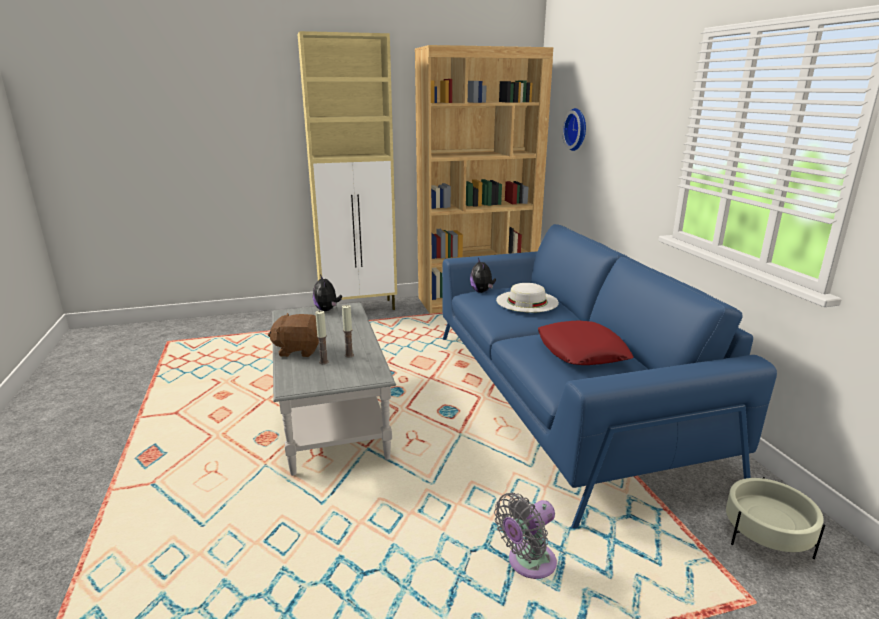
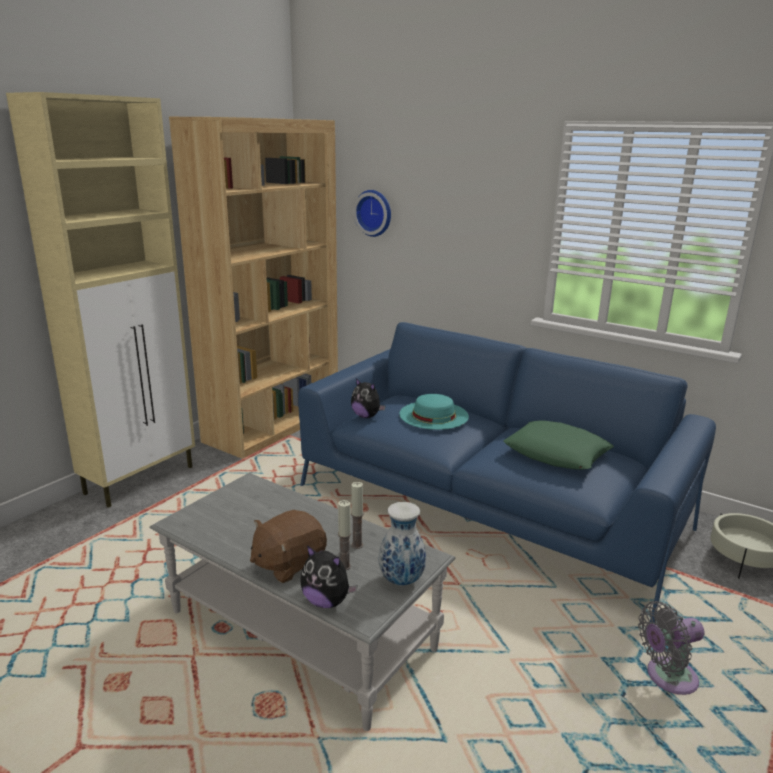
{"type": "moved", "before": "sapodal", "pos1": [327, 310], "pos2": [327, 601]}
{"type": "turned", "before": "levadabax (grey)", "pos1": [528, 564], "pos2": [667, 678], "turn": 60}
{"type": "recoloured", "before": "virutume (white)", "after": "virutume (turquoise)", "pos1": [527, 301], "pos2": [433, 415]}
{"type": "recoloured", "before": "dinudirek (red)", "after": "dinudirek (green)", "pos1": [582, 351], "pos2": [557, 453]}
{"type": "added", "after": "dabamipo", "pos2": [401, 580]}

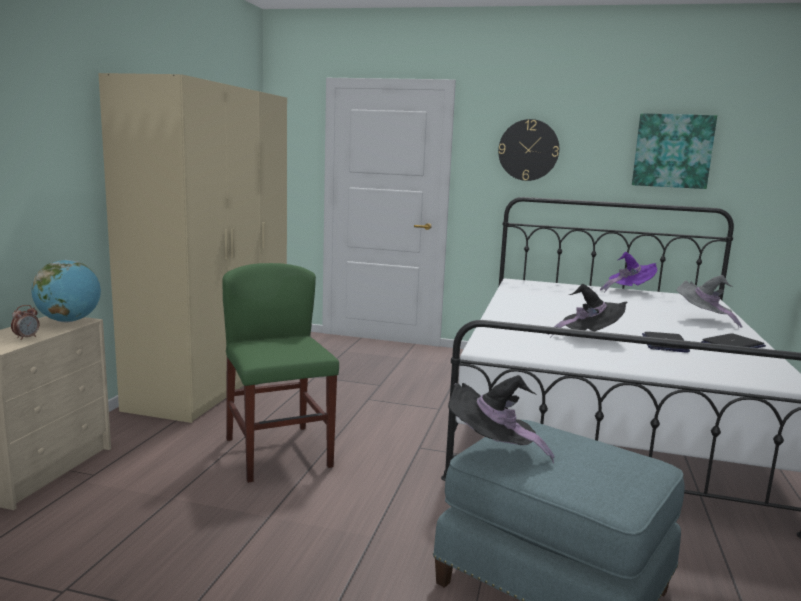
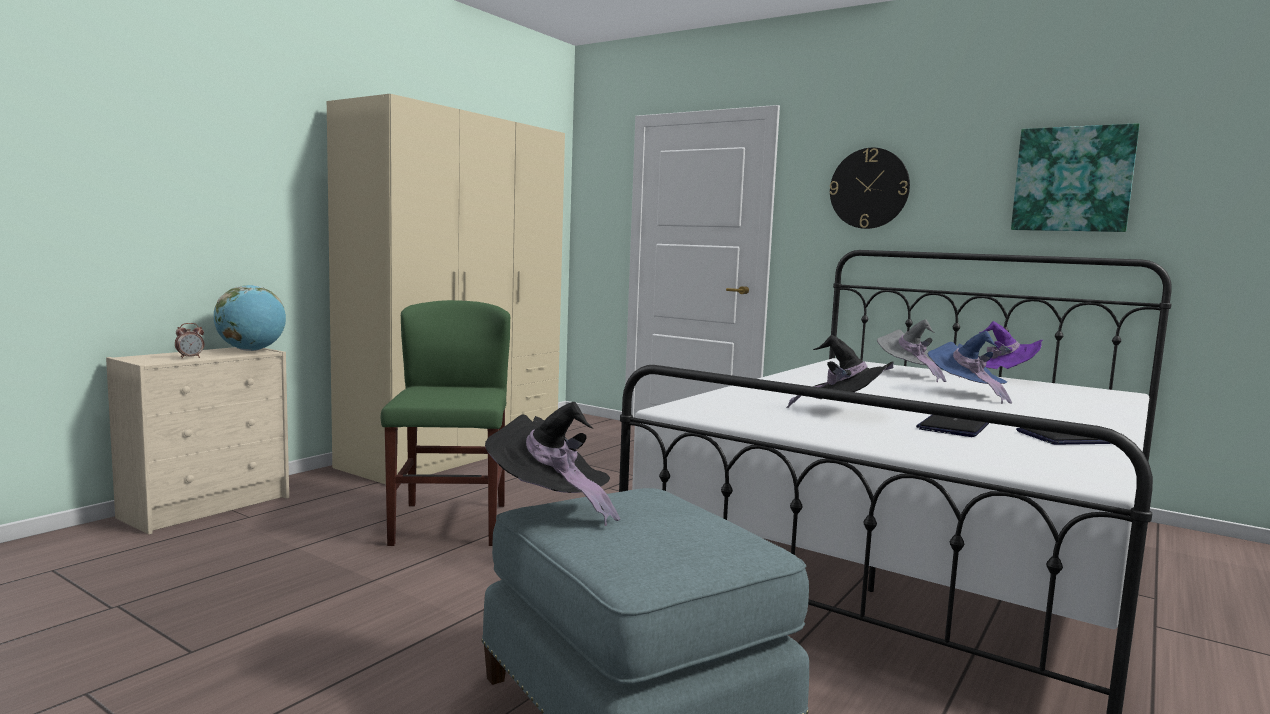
{"type": "moved", "before": "virutume (grey)", "pos1": [703, 320], "pos2": [910, 374]}
{"type": "added", "after": "virutume (blue)", "pos2": [966, 394]}

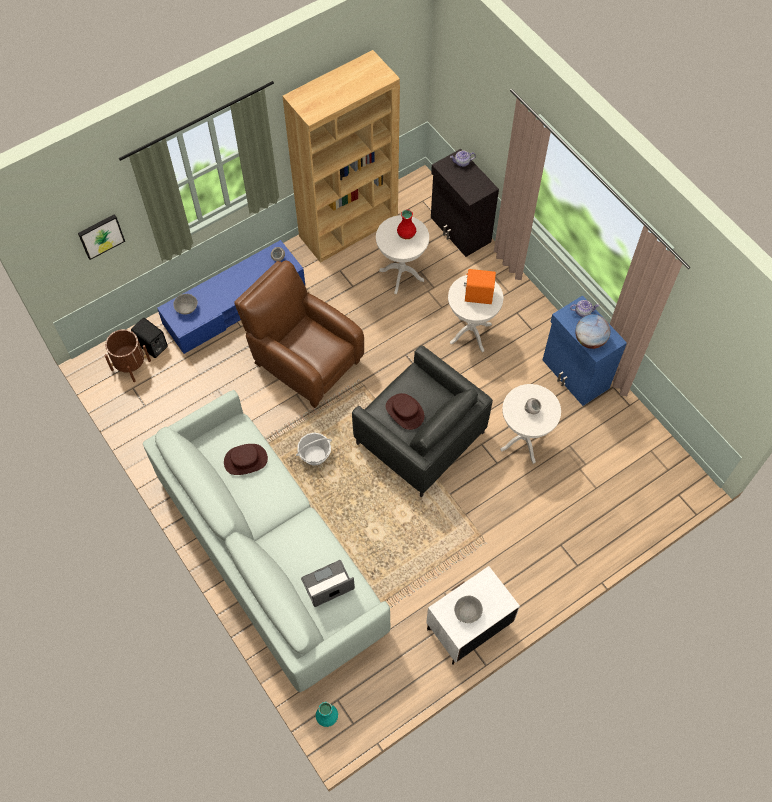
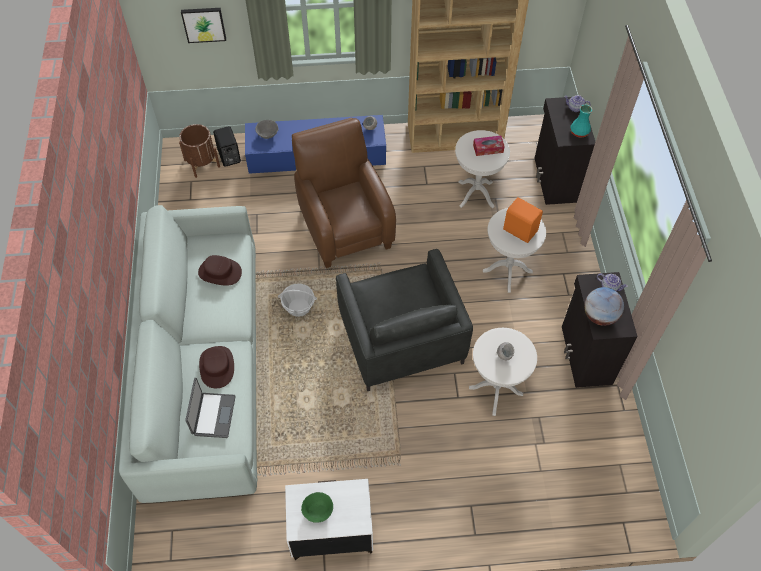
{"type": "turned", "before": "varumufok", "pos1": [328, 585], "pos2": [213, 415], "turn": 90}
{"type": "moved", "before": "dabamipo (turquoise)", "pos1": [327, 716], "pos2": [580, 132]}
{"type": "moved", "before": "virutume (brown)", "pos1": [405, 412], "pos2": [217, 367]}
{"type": "replaced", "before": "dabamipo (red)", "after": "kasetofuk", "pos1": [406, 233], "pos2": [488, 148]}
{"type": "recoloured", "before": "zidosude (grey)", "after": "zidosude (green)", "pos1": [467, 612], "pos2": [318, 510]}
{"type": "recoloured", "before": "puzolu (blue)", "after": "puzolu (black)", "pos1": [575, 375], "pos2": [585, 355]}

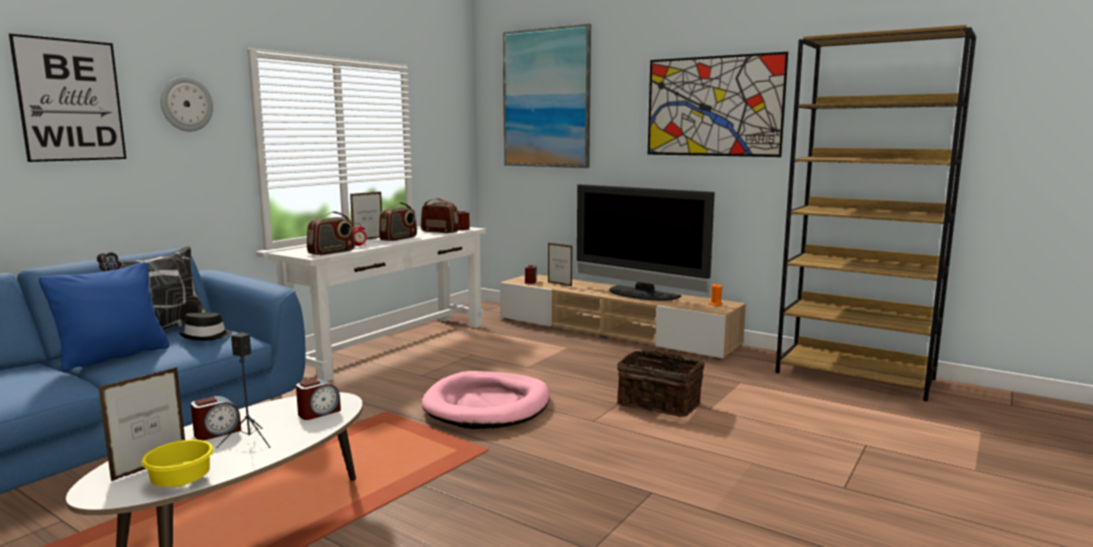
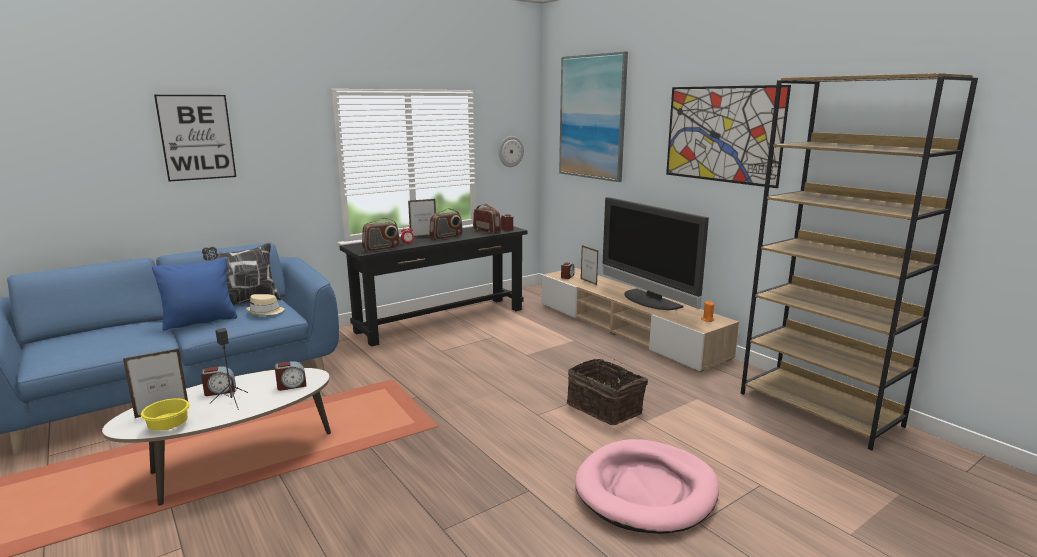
{"type": "moved", "before": "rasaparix", "pos1": [186, 104], "pos2": [510, 151]}
{"type": "recoloured", "before": "virutume (black)", "after": "virutume (beige)", "pos1": [206, 336], "pos2": [265, 312]}
{"type": "recoloured", "before": "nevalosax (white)", "after": "nevalosax (black)", "pos1": [393, 345], "pos2": [442, 320]}
{"type": "moved", "before": "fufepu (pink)", "pos1": [488, 405], "pos2": [646, 490]}

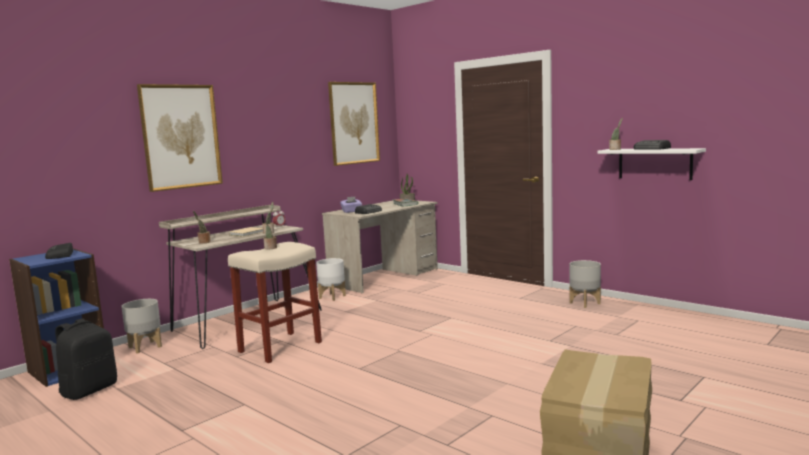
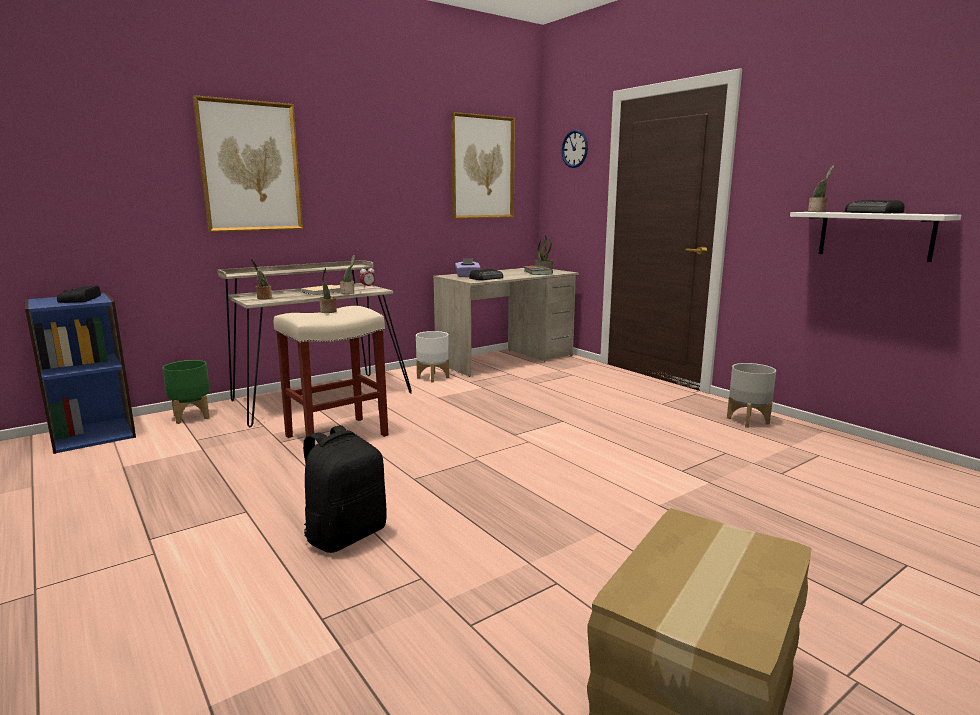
{"type": "moved", "before": "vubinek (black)", "pos1": [89, 390], "pos2": [346, 535]}
{"type": "recoloured", "before": "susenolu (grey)", "after": "susenolu (green)", "pos1": [145, 347], "pos2": [191, 416]}
{"type": "added", "after": "rasaparix", "pos2": [575, 149]}

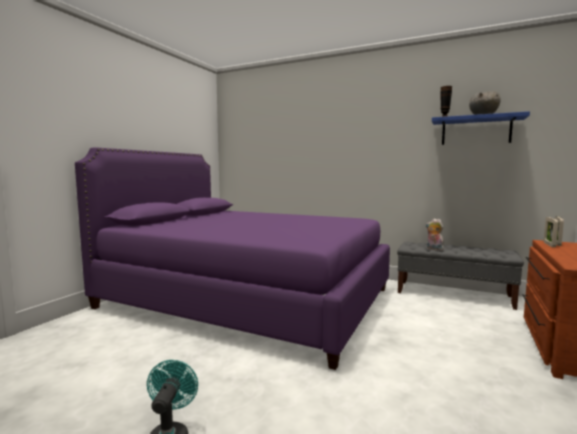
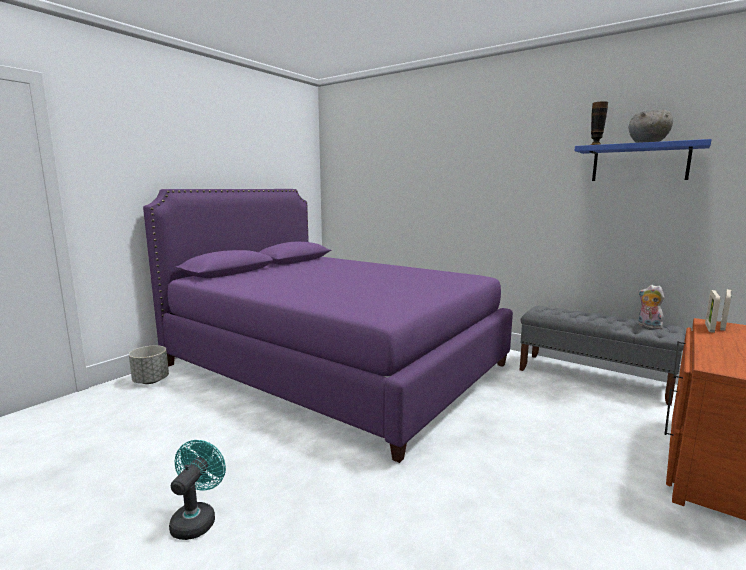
{"type": "moved", "before": "sapodal", "pos1": [433, 249], "pos2": [648, 326]}
{"type": "added", "after": "susenolu (grey)", "pos2": [151, 381]}

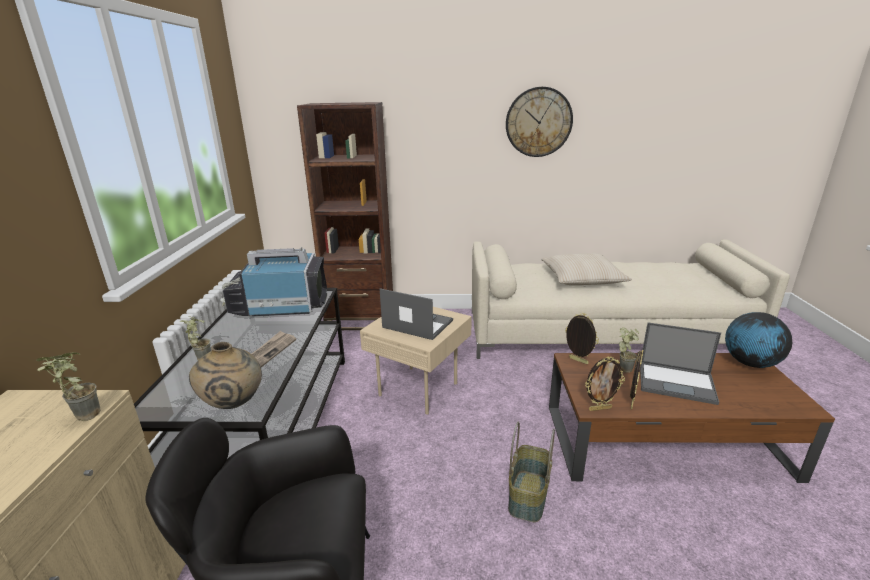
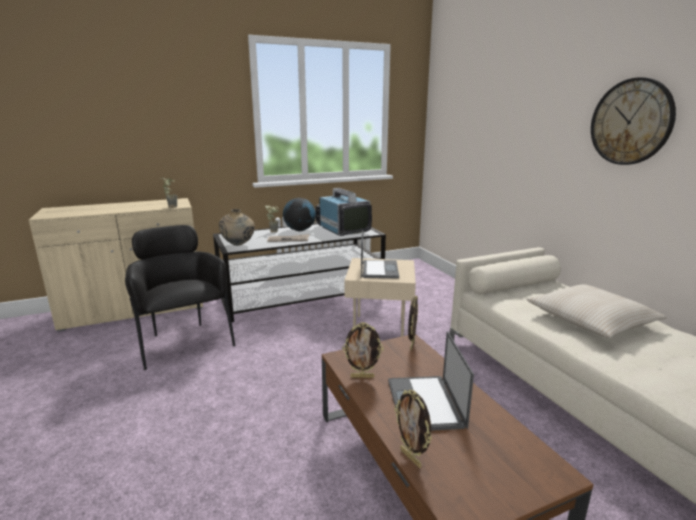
{"type": "removed", "before": "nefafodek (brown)", "pos1": [360, 320]}
{"type": "removed", "before": "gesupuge", "pos1": [529, 496]}
{"type": "moved", "before": "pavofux", "pos1": [600, 408], "pos2": [411, 458]}
{"type": "removed", "before": "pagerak", "pos1": [625, 367]}
{"type": "moved", "before": "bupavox", "pos1": [750, 363], "pos2": [299, 230]}

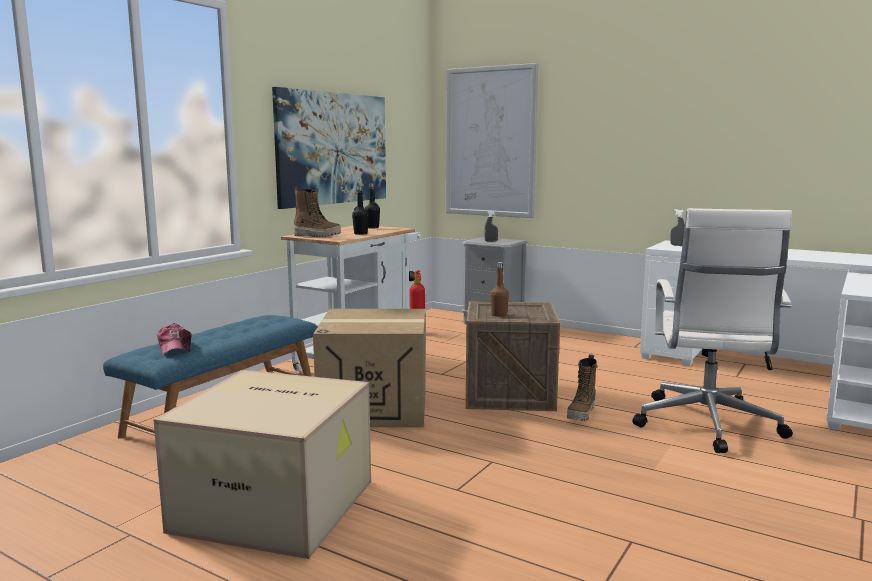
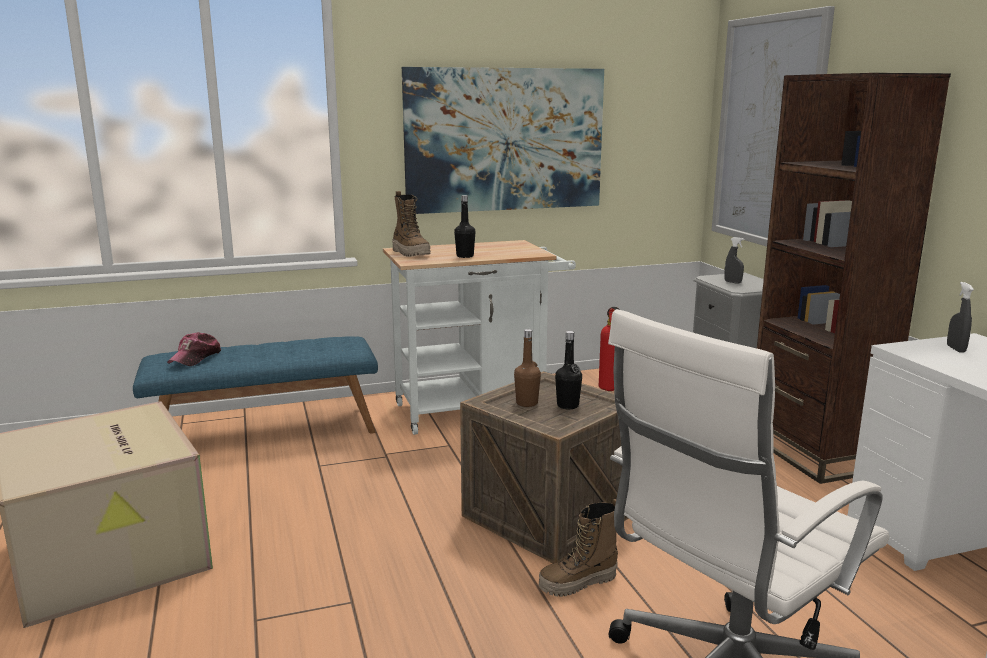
{"type": "removed", "before": "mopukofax", "pos1": [375, 407]}
{"type": "moved", "before": "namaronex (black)", "pos1": [372, 227], "pos2": [567, 405]}
{"type": "added", "after": "nefafodek (brown)", "pos2": [813, 453]}

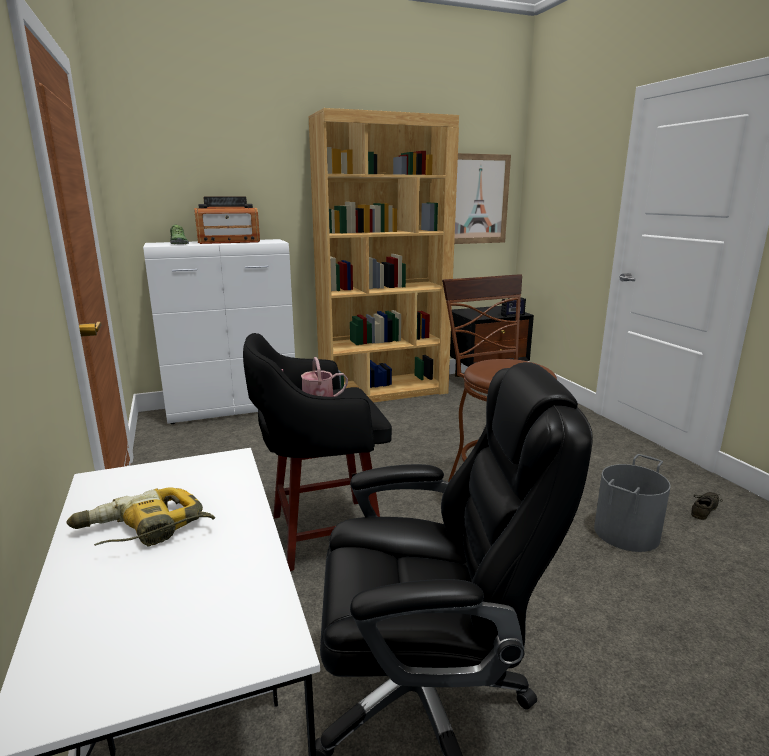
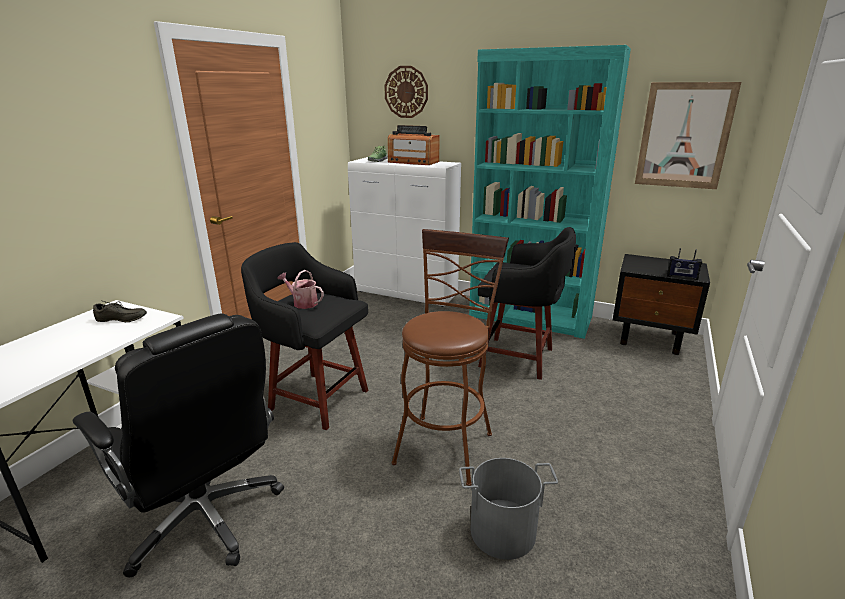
{"type": "removed", "before": "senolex", "pos1": [142, 531]}
{"type": "recoloured", "before": "nefafodek (brown)", "after": "nefafodek (turquoise)", "pos1": [384, 392], "pos2": [530, 317]}
{"type": "moved", "before": "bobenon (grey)", "pos1": [706, 510], "pos2": [121, 320]}
{"type": "added", "after": "rasaparix", "pos2": [406, 92]}
{"type": "added", "after": "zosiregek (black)", "pos2": [519, 358]}

